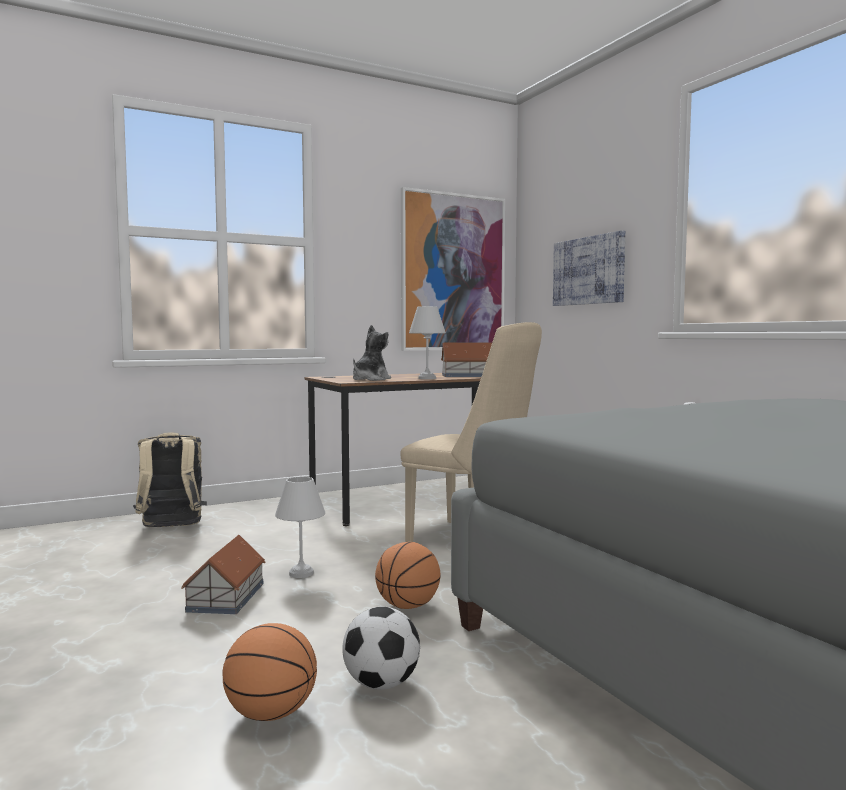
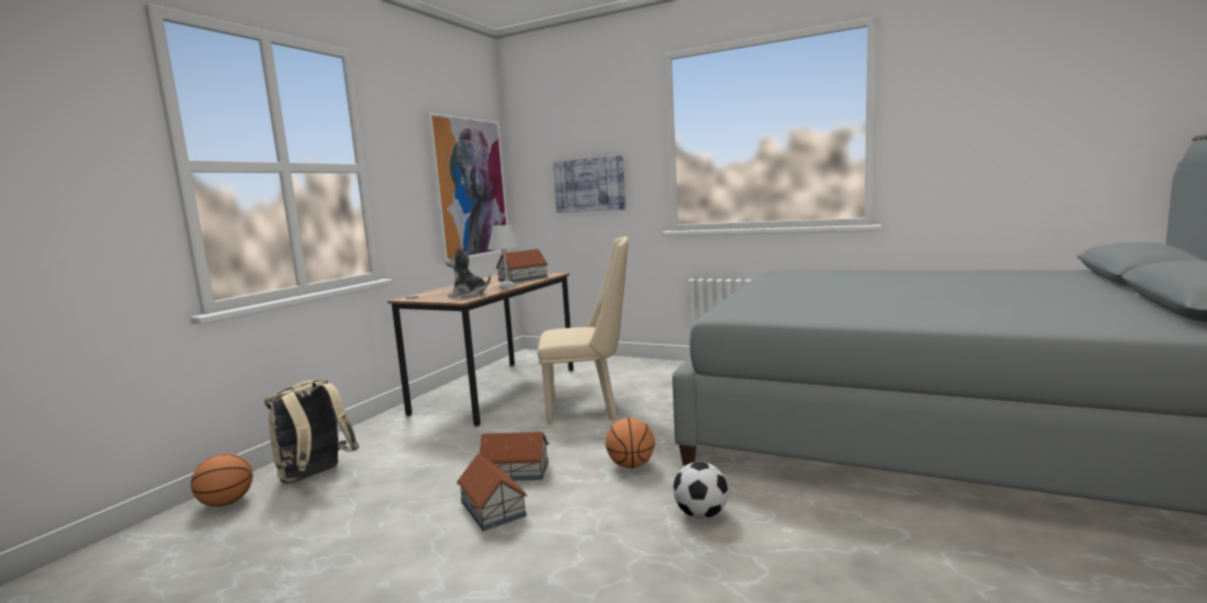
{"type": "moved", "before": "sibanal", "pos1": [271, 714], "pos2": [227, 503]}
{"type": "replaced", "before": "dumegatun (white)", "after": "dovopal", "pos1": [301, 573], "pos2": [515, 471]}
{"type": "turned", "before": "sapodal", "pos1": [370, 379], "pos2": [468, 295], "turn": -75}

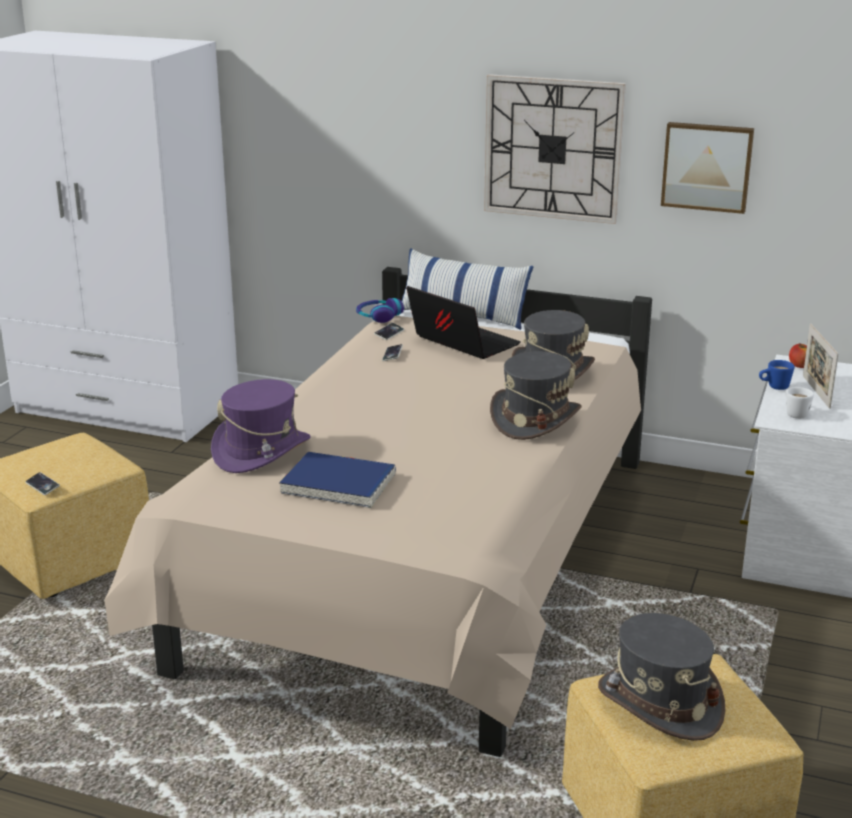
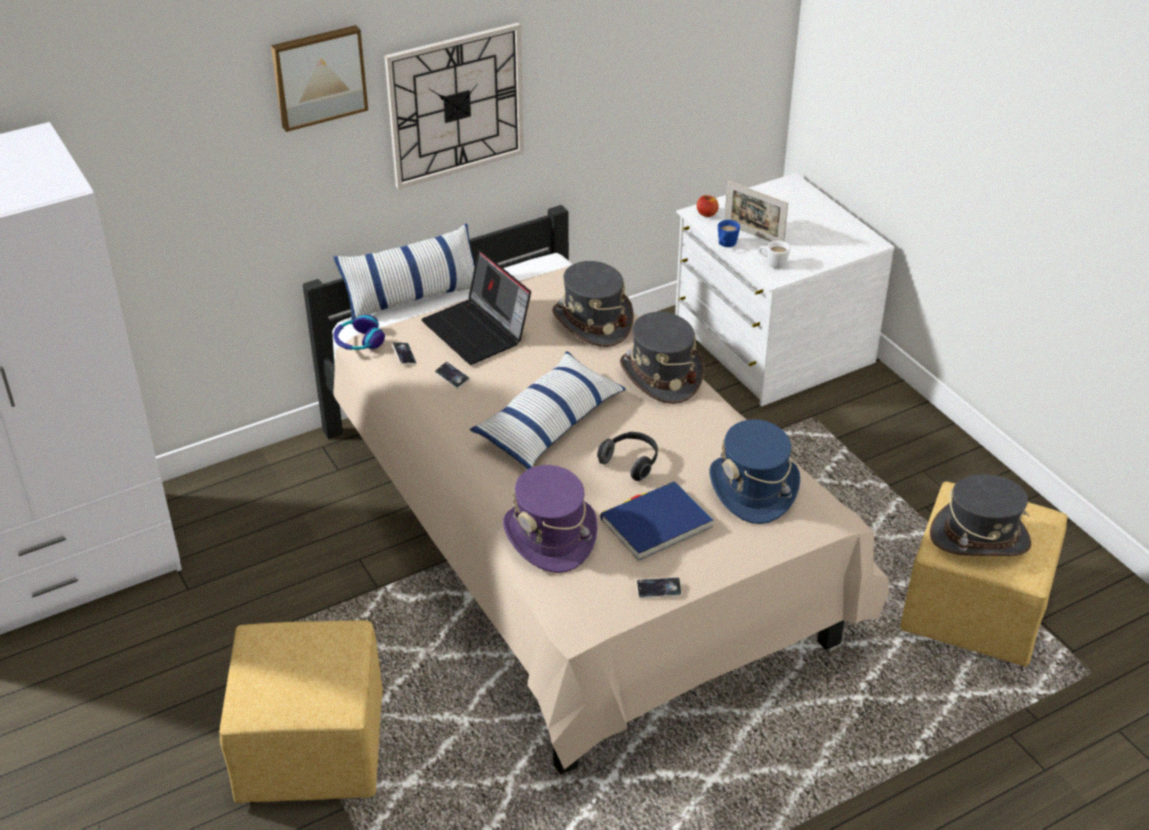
{"type": "moved", "before": "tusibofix", "pos1": [42, 486], "pos2": [658, 590]}
{"type": "turned", "before": "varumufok", "pos1": [461, 343], "pos2": [478, 331], "turn": -120}
{"type": "moved", "before": "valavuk", "pos1": [707, 166], "pos2": [318, 76]}
{"type": "added", "after": "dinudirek", "pos2": [549, 423]}
{"type": "added", "after": "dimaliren", "pos2": [631, 462]}
{"type": "added", "after": "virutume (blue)", "pos2": [753, 489]}

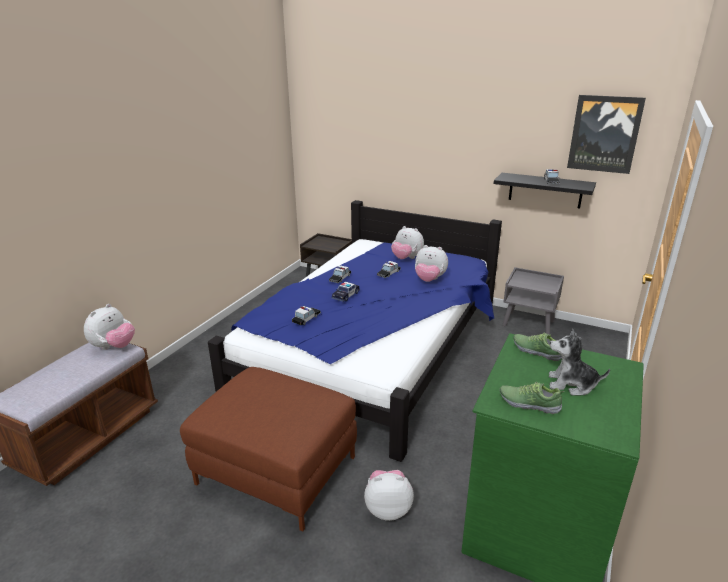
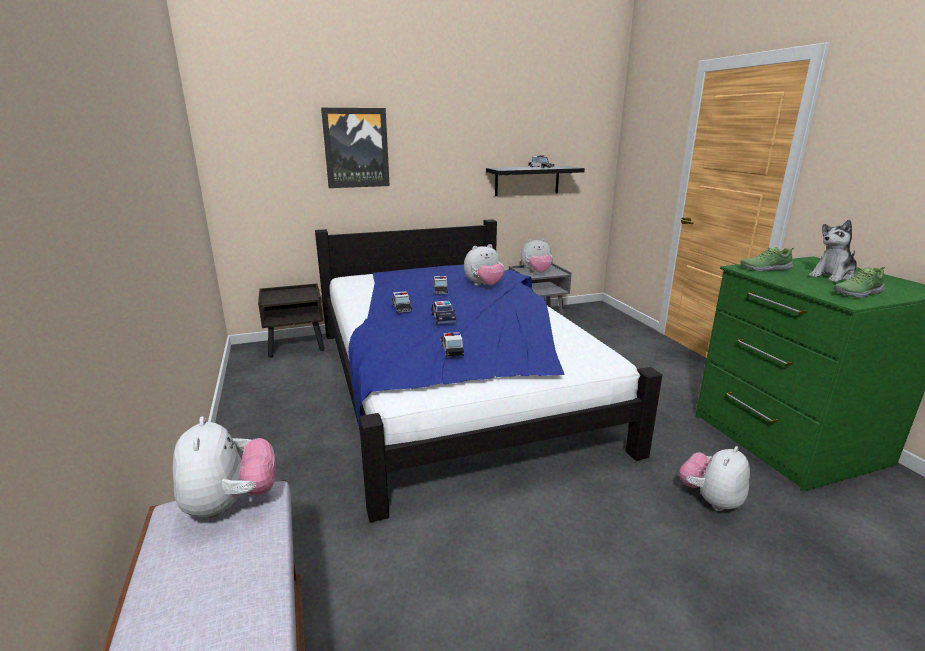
{"type": "removed", "before": "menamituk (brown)", "pos1": [277, 470]}
{"type": "moved", "before": "sapodal", "pos1": [406, 258], "pos2": [536, 272]}
{"type": "moved", "before": "valavuk", "pos1": [604, 134], "pos2": [356, 148]}

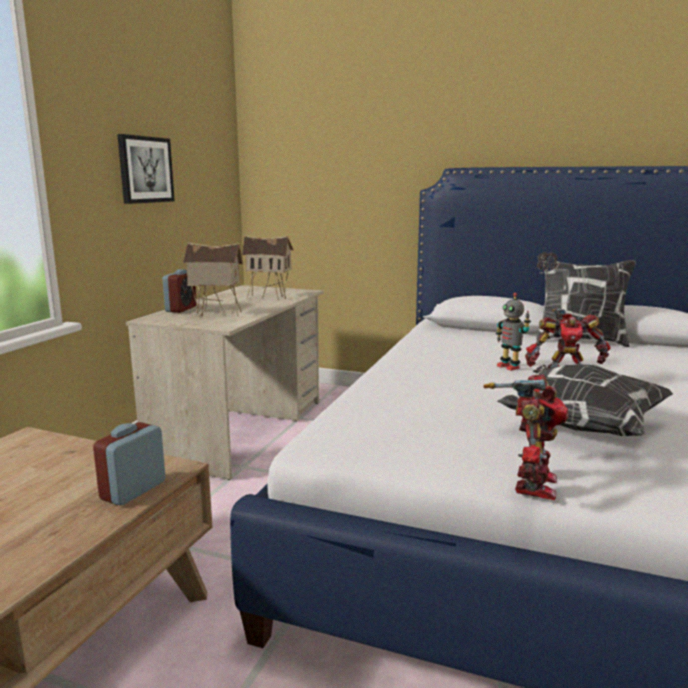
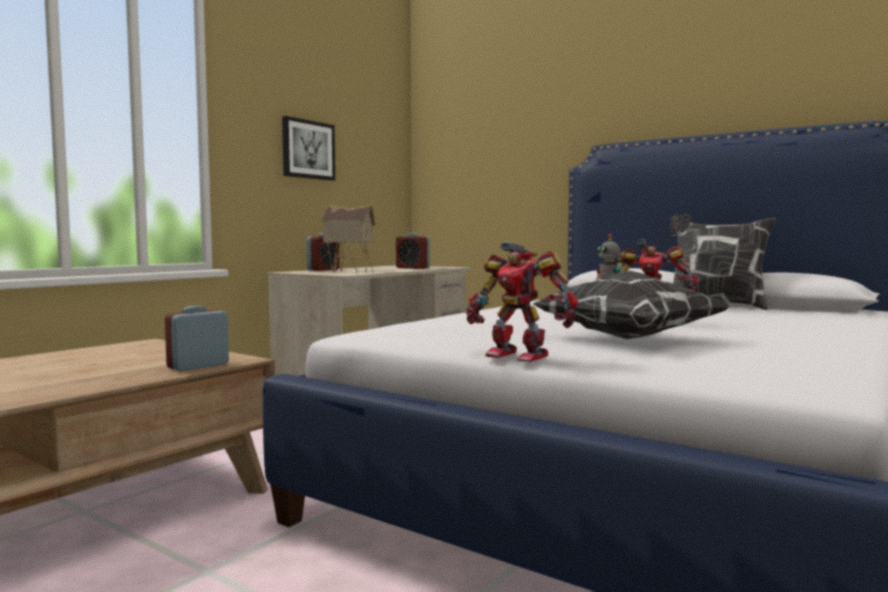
{"type": "replaced", "before": "dovopal", "after": "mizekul", "pos1": [269, 297], "pos2": [412, 268]}
{"type": "turned", "before": "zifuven", "pos1": [530, 484], "pos2": [519, 355], "turn": 90}

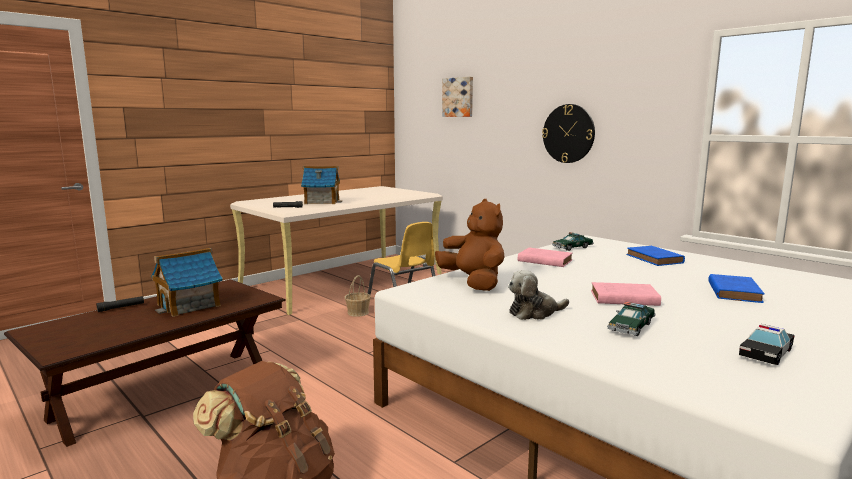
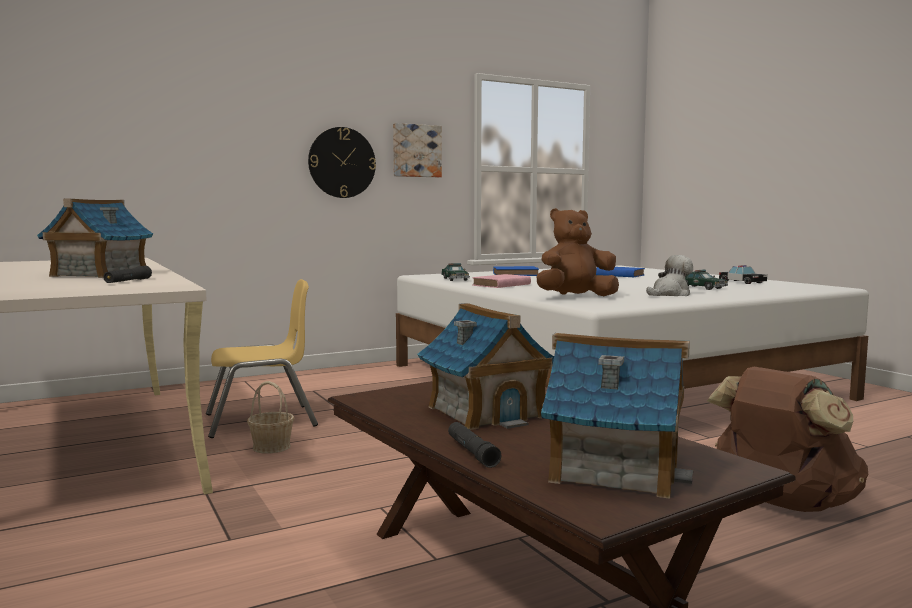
{"type": "moved", "before": "valavuk", "pos1": [458, 97], "pos2": [416, 151]}
{"type": "turned", "before": "sapodal", "pos1": [534, 312], "pos2": [670, 294], "turn": -120}
{"type": "removed", "before": "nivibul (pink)", "pos1": [622, 298]}
{"type": "added", "after": "dovopal", "pos2": [614, 469]}

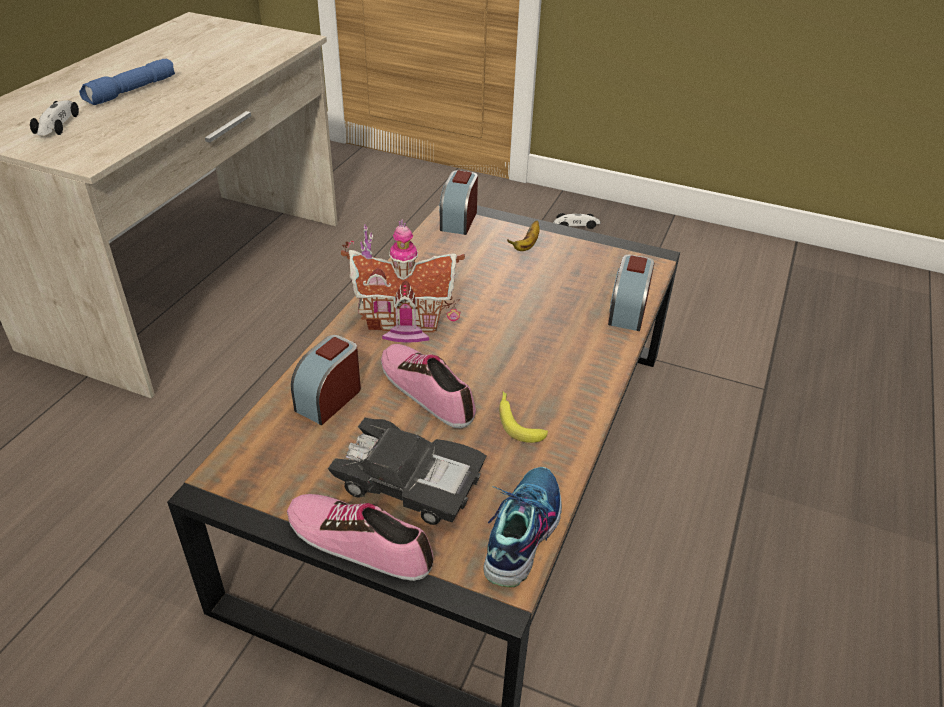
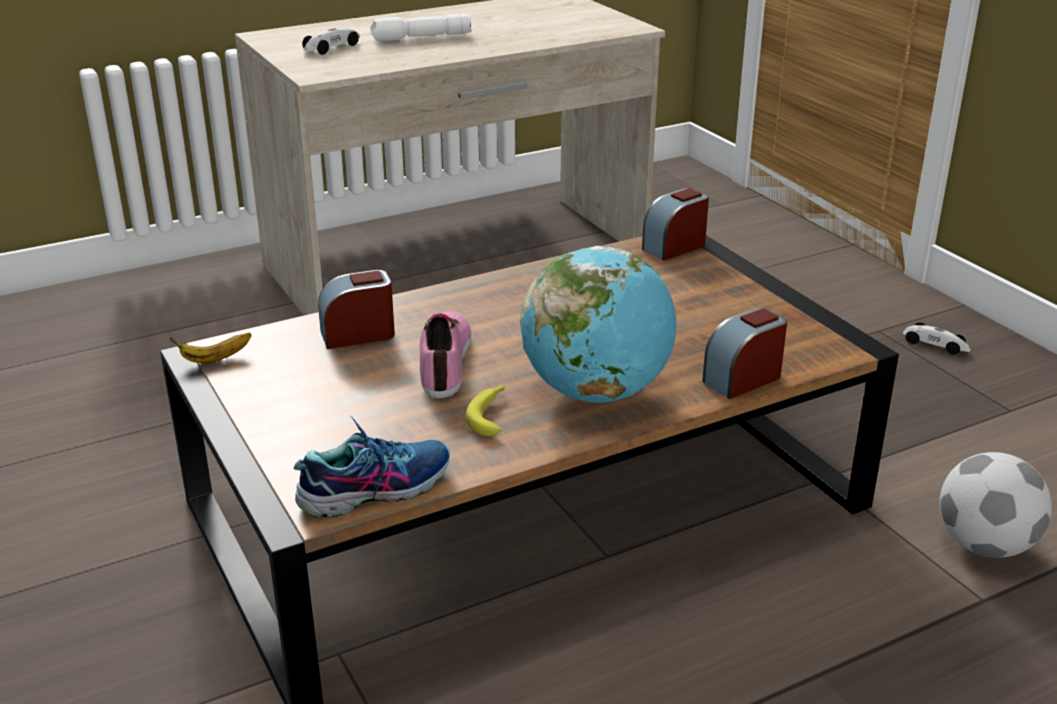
{"type": "recoloured", "before": "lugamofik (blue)", "after": "lugamofik (white)", "pos1": [131, 91], "pos2": [421, 38]}
{"type": "removed", "before": "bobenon", "pos1": [359, 541]}
{"type": "removed", "before": "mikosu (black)", "pos1": [409, 481]}
{"type": "removed", "before": "dovopal", "pos1": [404, 326]}
{"type": "moved", "before": "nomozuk", "pos1": [526, 245], "pos2": [215, 359]}
{"type": "added", "after": "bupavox", "pos2": [597, 392]}
{"type": "added", "after": "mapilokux", "pos2": [984, 545]}

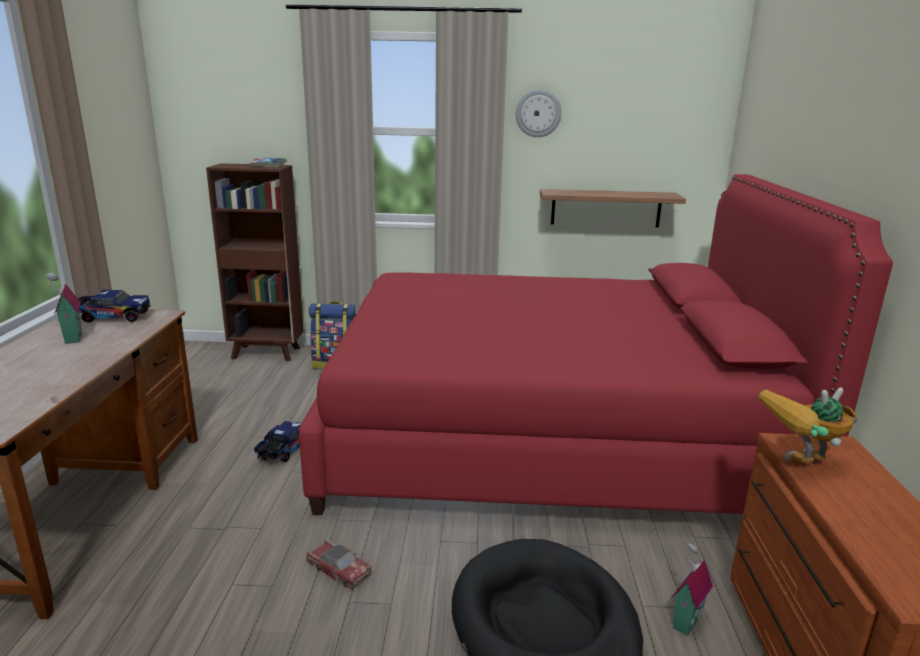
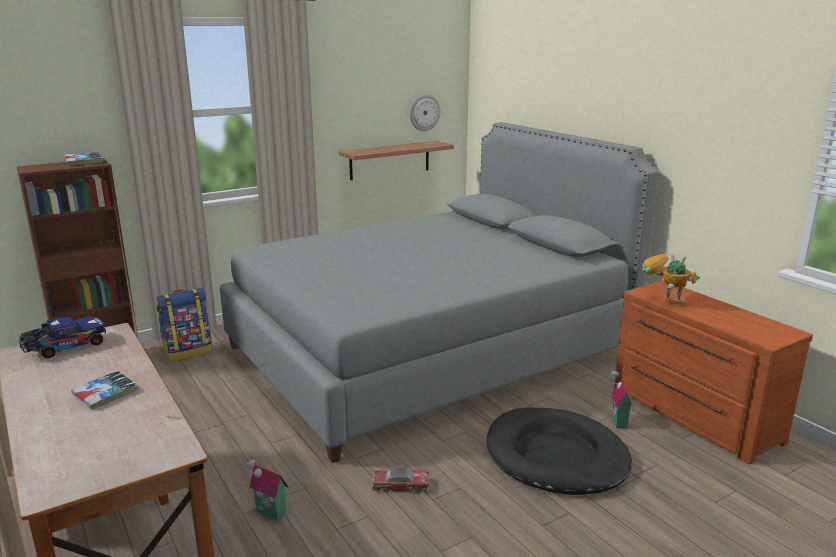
{"type": "moved", "before": "dovopal", "pos1": [71, 338], "pos2": [269, 513]}
{"type": "removed", "before": "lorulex", "pos1": [283, 451]}
{"type": "recoloured", "before": "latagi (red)", "after": "latagi (grey)", "pos1": [546, 436], "pos2": [428, 351]}
{"type": "moved", "before": "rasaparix", "pos1": [538, 113], "pos2": [424, 112]}
{"type": "turned", "before": "zifuven", "pos1": [799, 467], "pos2": [663, 302], "turn": 90}
{"type": "added", "after": "nivibul", "pos2": [106, 394]}

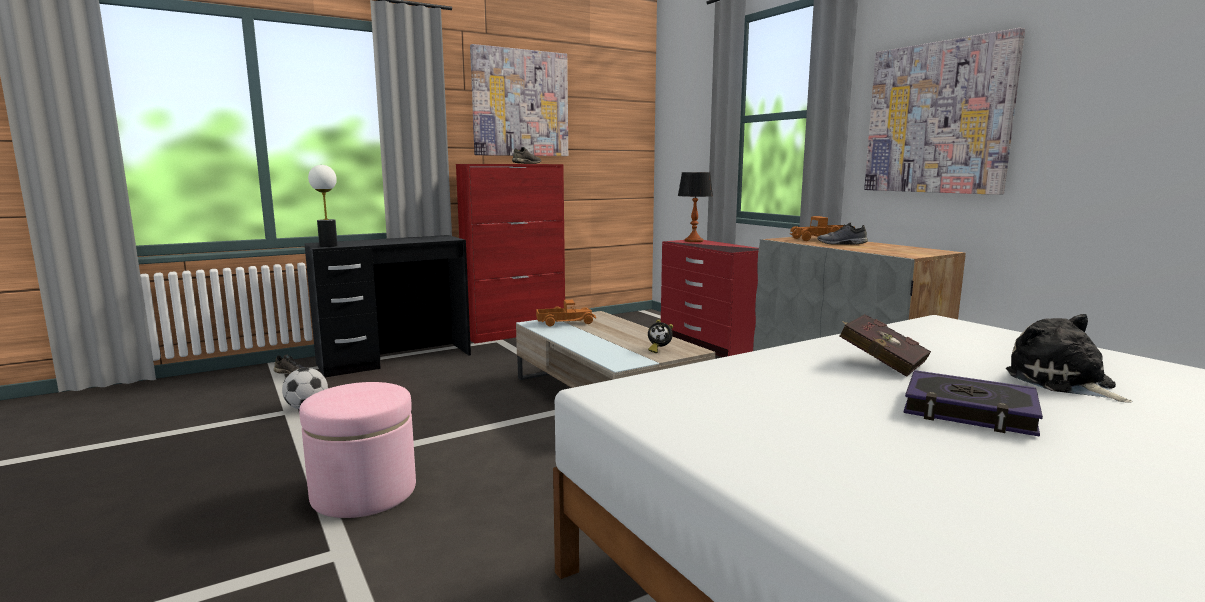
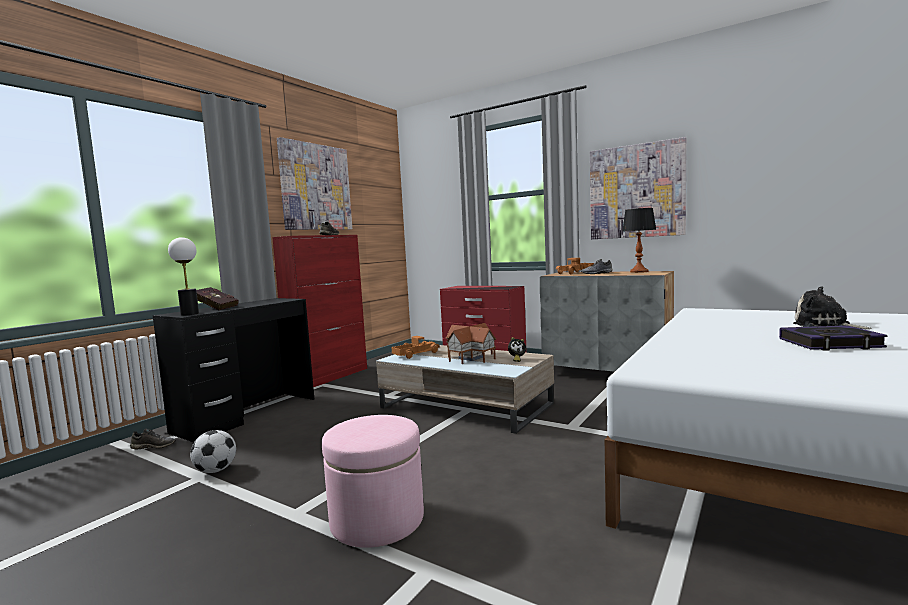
{"type": "moved", "before": "dumegatun", "pos1": [693, 241], "pos2": [639, 272]}
{"type": "moved", "before": "nivibul (red)", "pos1": [879, 363], "pos2": [215, 308]}
{"type": "added", "after": "dovopal", "pos2": [470, 358]}

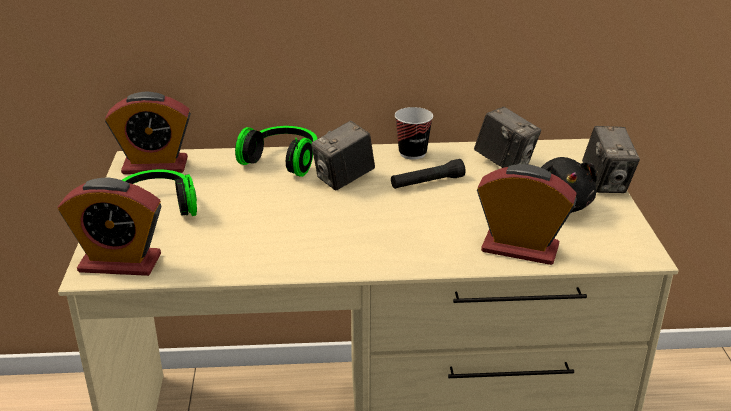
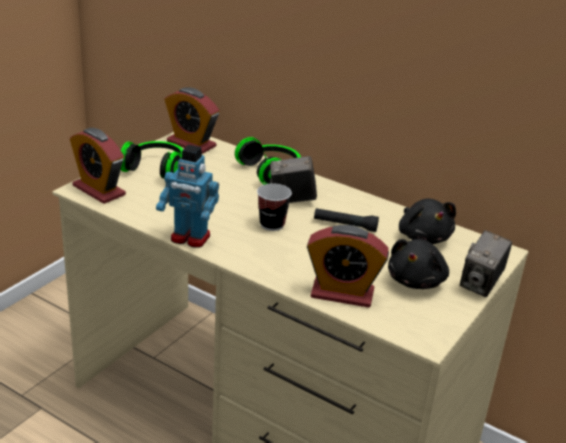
{"type": "moved", "before": "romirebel", "pos1": [412, 153], "pos2": [272, 224]}
{"type": "replaced", "before": "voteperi", "after": "sapodal (black)", "pos1": [504, 163], "pos2": [423, 237]}
{"type": "turned", "before": "mizekul", "pos1": [520, 248], "pos2": [342, 293], "turn": 135}
{"type": "added", "after": "zifuven", "pos2": [190, 238]}

